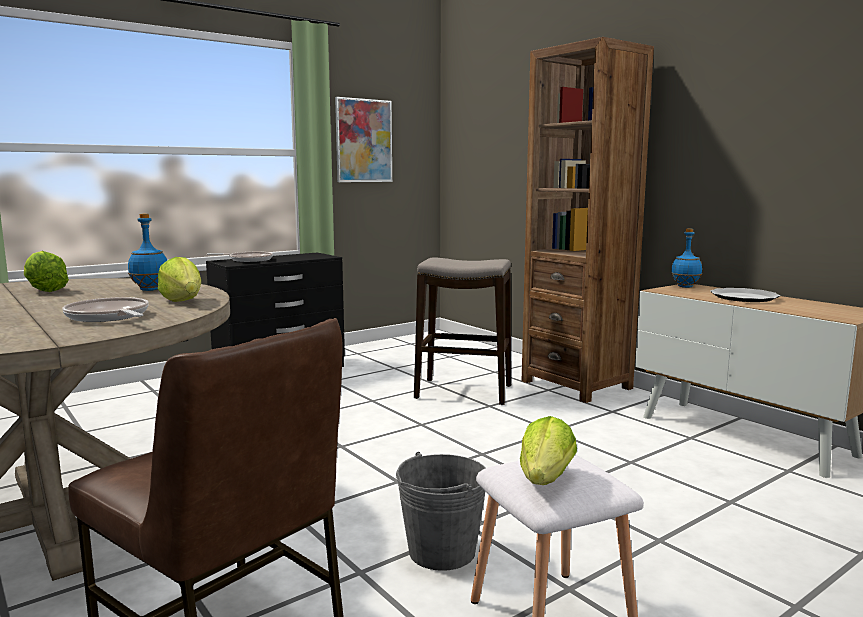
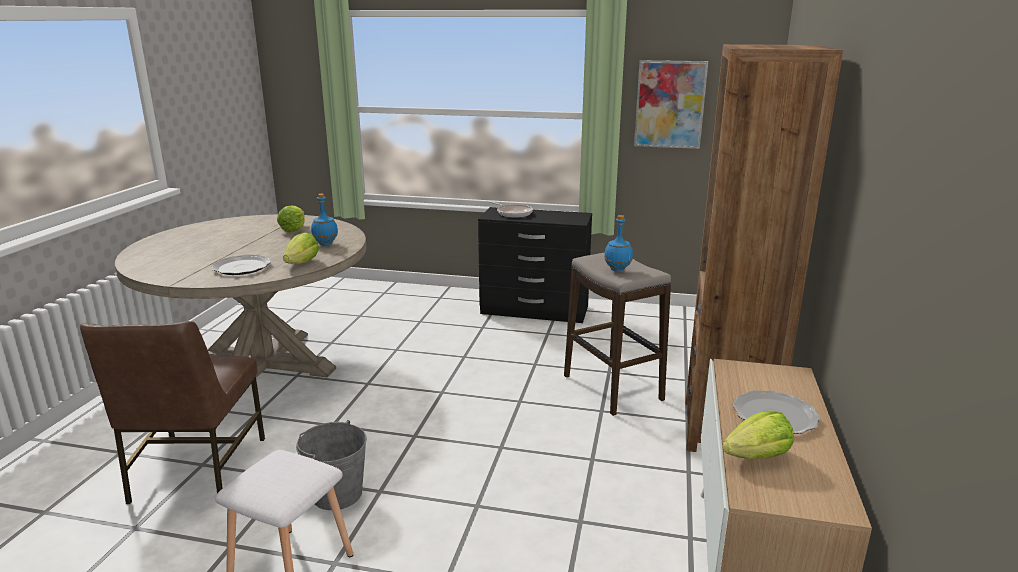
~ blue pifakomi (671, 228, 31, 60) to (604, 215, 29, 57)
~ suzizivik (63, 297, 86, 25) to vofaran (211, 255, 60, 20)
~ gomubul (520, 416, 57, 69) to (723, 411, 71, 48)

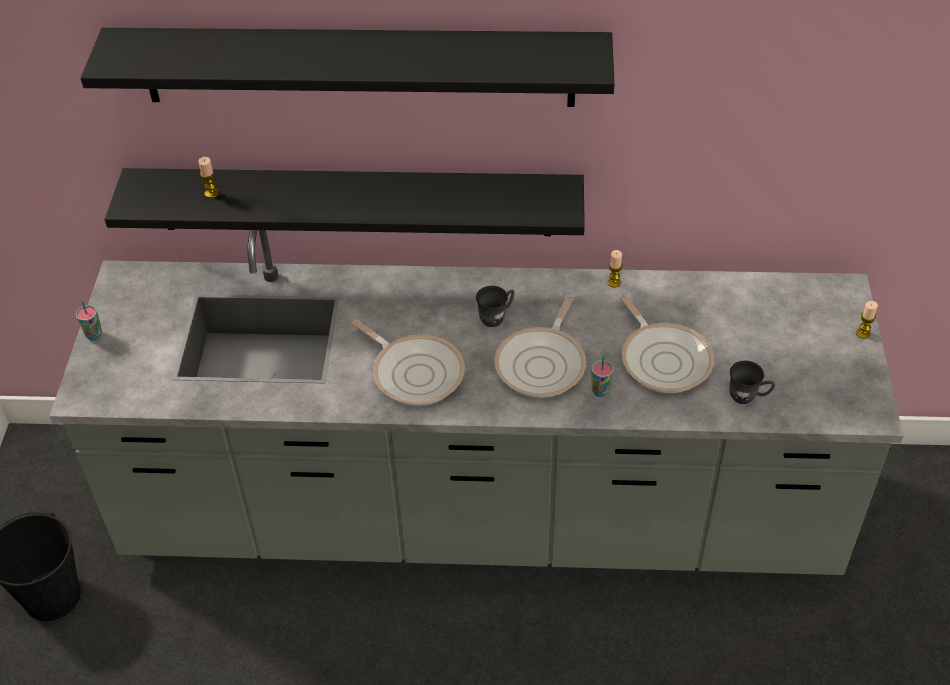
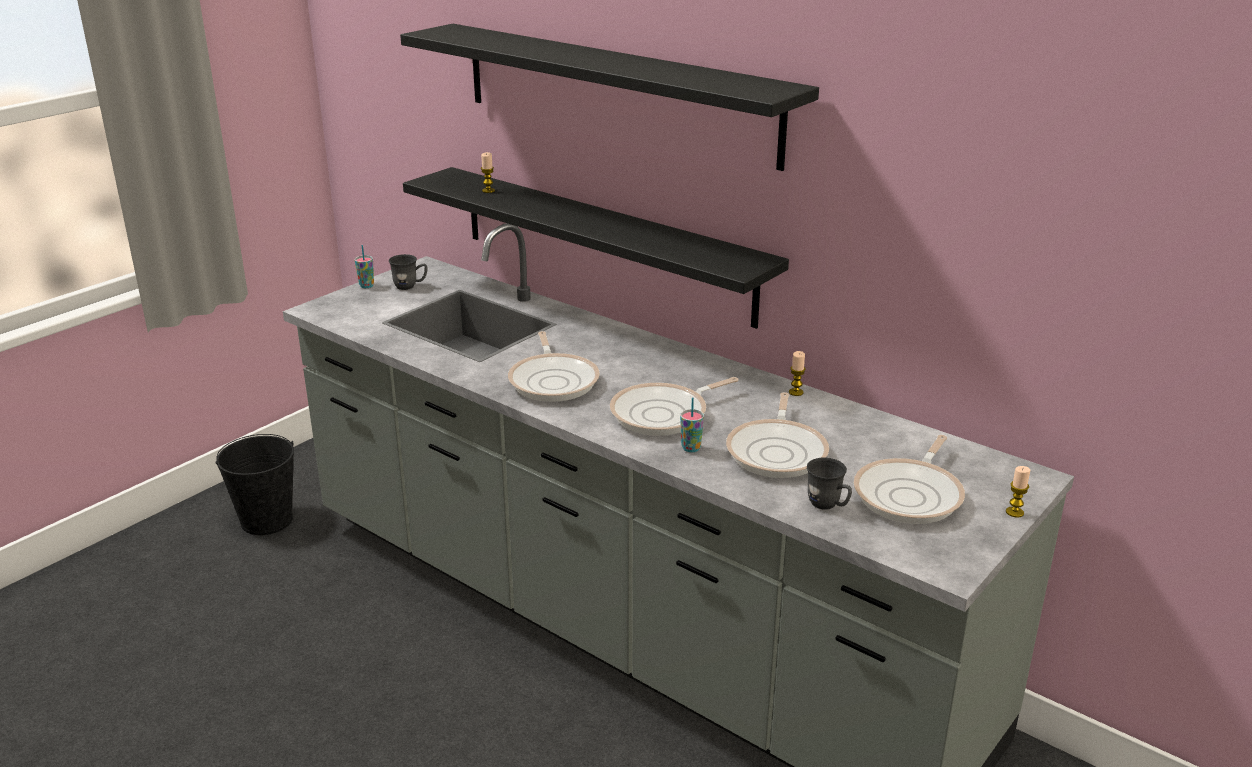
~ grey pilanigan (476, 286, 38, 41) to (389, 254, 38, 36)
+ suzizivik (854, 435, 111, 89)

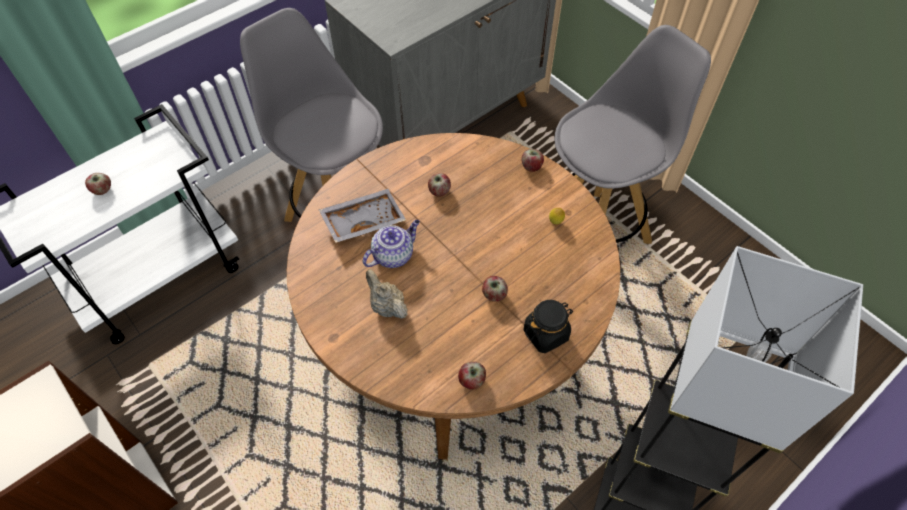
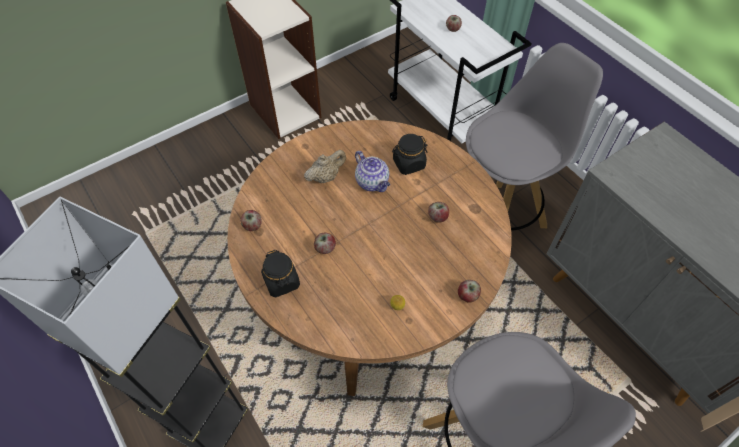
~ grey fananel (319, 189, 87, 54) to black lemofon (392, 134, 36, 41)

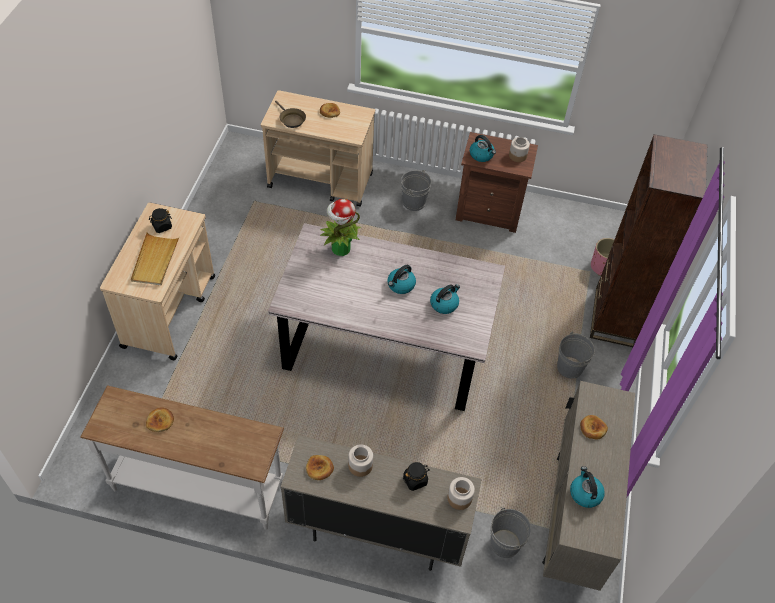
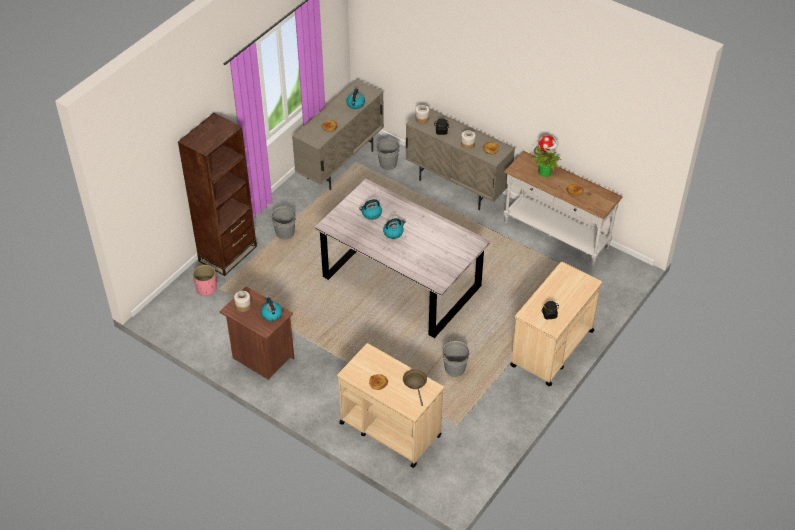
~ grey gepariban (401, 170, 30, 41) to (442, 341, 28, 36)
~ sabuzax (320, 199, 41, 57) to (532, 135, 30, 42)
- beige fananel (131, 233, 49, 52)

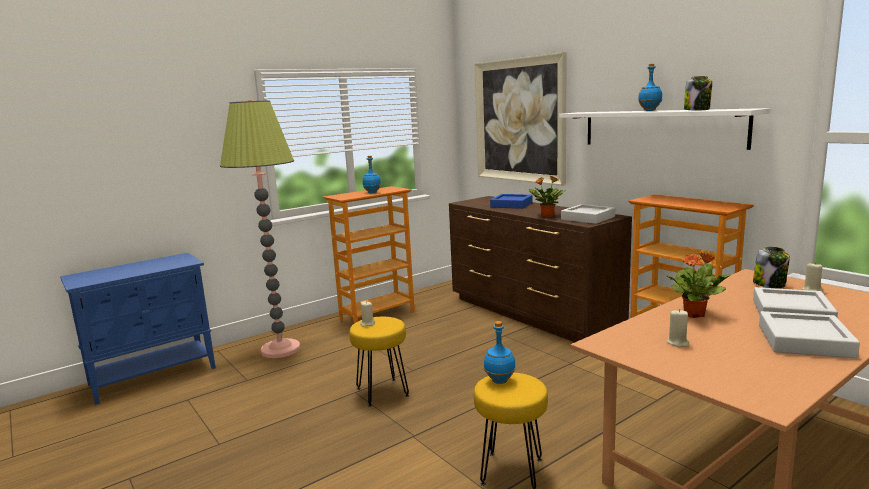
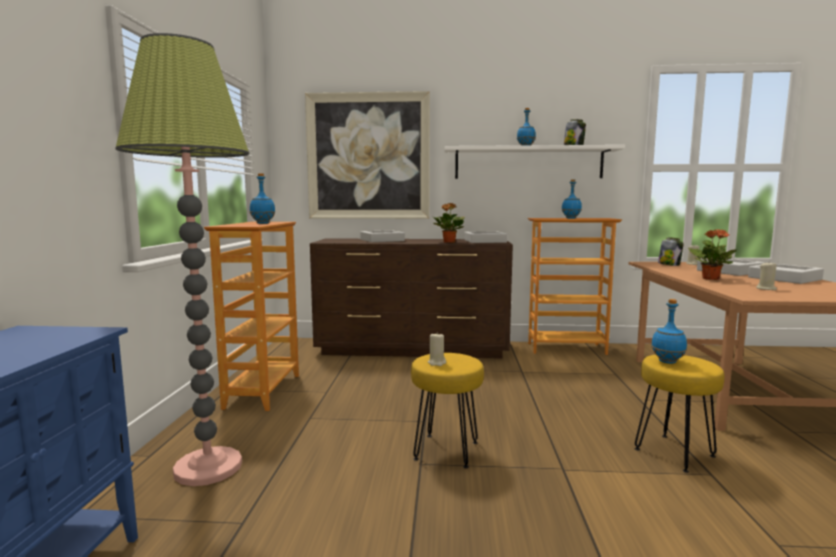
~ blue fananel (490, 194, 43, 15) to grey fananel (361, 230, 44, 12)
+ blue pifakomi (562, 179, 20, 40)

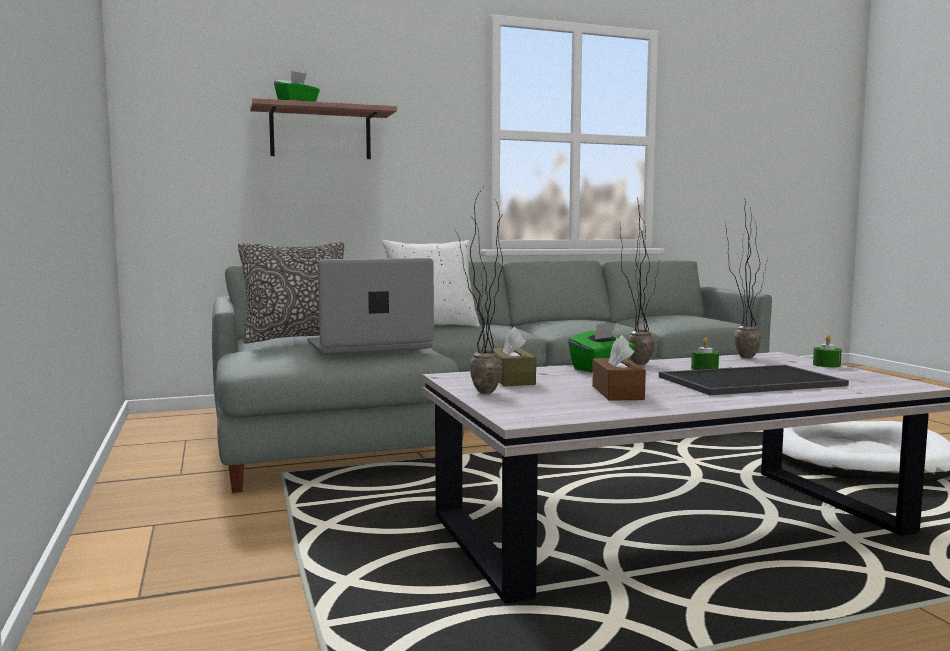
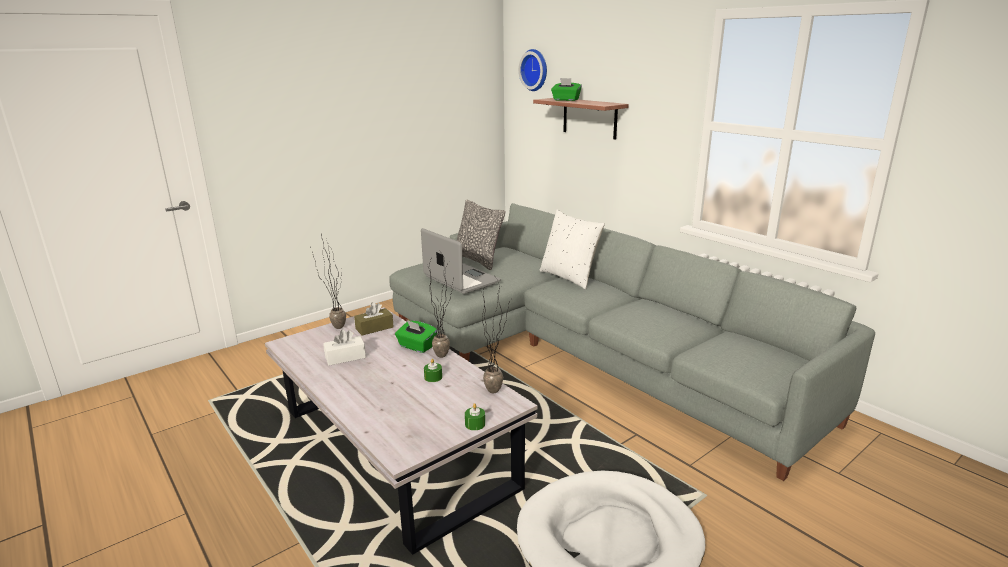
~ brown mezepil (592, 335, 54, 66) to white mezepil (323, 330, 43, 36)
- fananel (659, 365, 190, 30)
+ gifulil (519, 49, 28, 42)

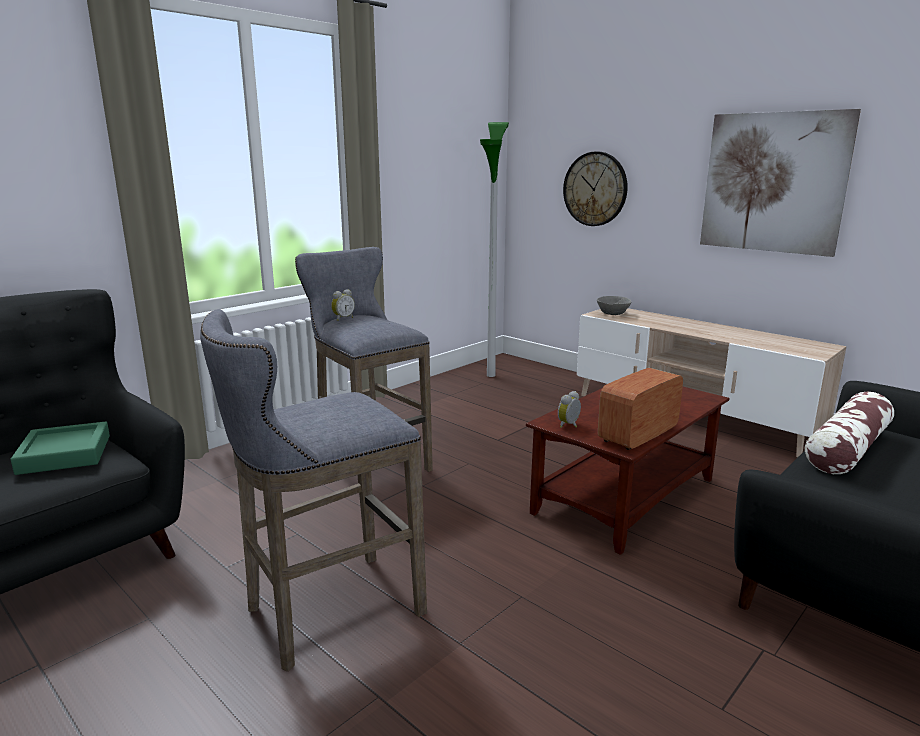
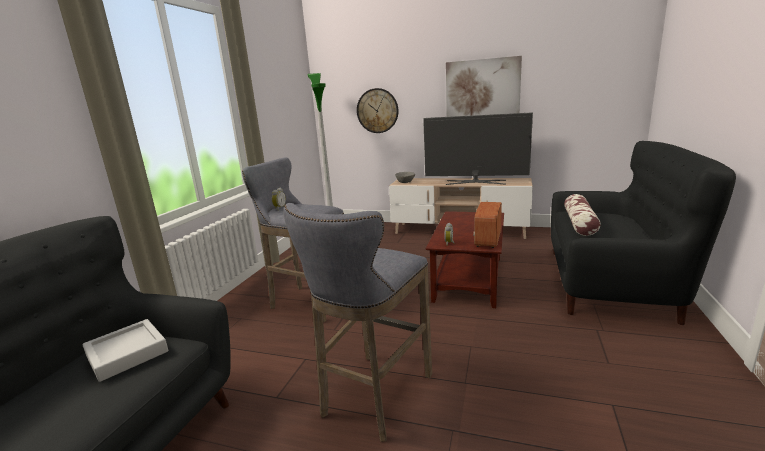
~ green fananel (11, 421, 99, 54) to grey fananel (82, 319, 86, 63)
+ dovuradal (423, 112, 110, 73)

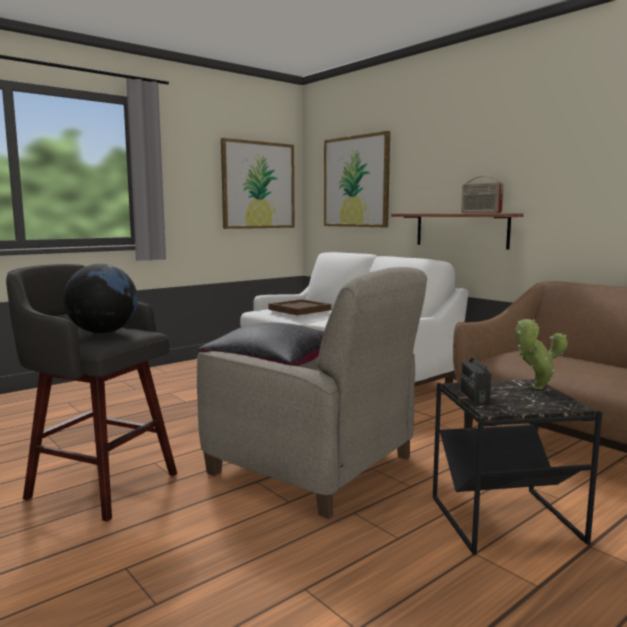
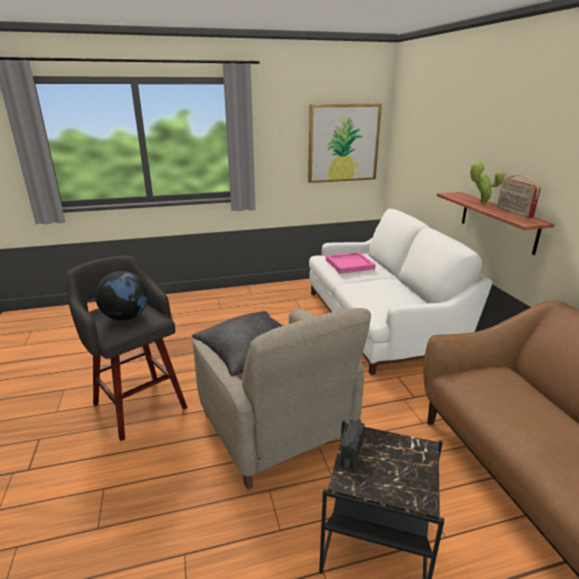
- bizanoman (324, 131, 66, 96)
~ brown fananel (268, 299, 63, 16) to pink fananel (326, 252, 50, 22)
~ sabuzax (515, 319, 53, 70) to (469, 162, 36, 42)

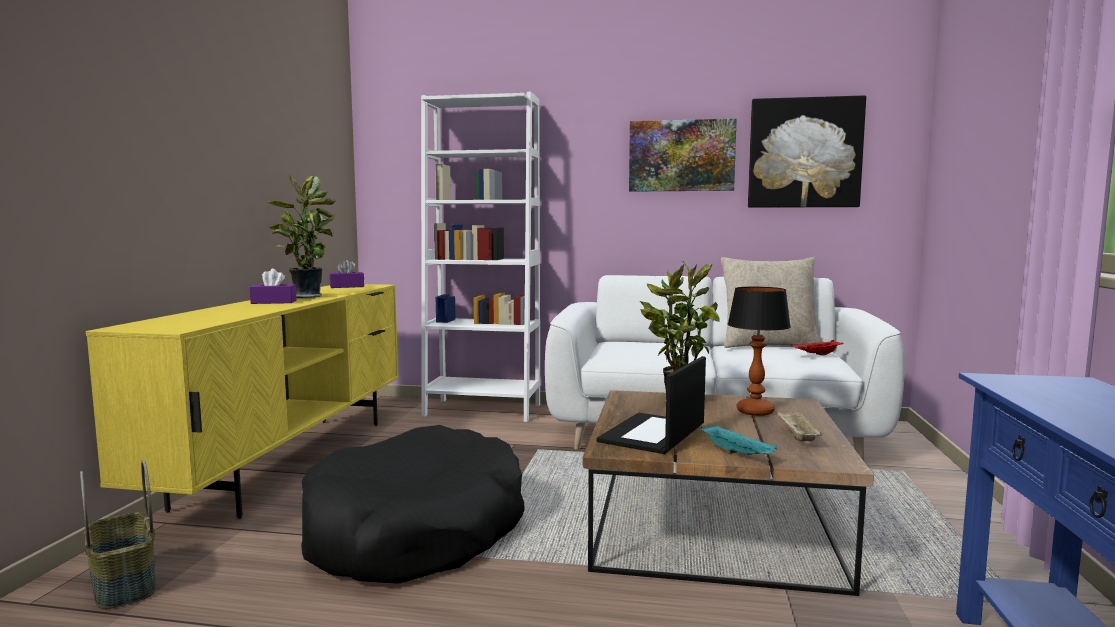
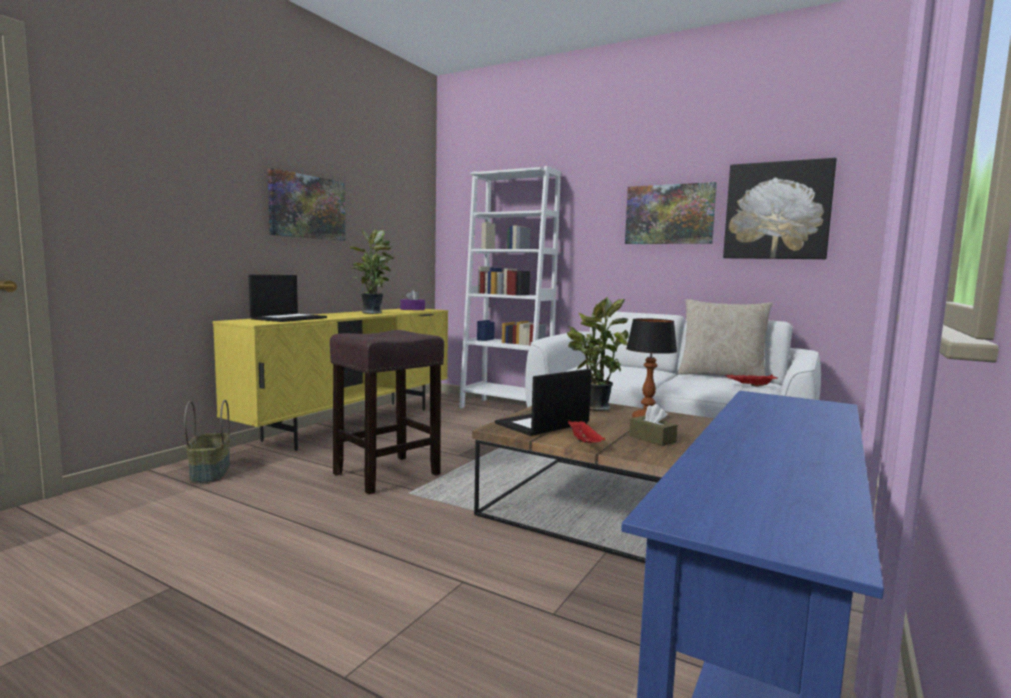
- purple mezepil (250, 269, 47, 35)
~ beige fananel (776, 411, 47, 30) to brown mezepil (629, 404, 48, 42)
~ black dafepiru (301, 425, 224, 159) to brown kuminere (330, 330, 114, 164)
~ turquoise fananel (700, 425, 78, 30) to red fananel (568, 420, 37, 23)
+ bizanoman (268, 168, 77, 73)
+ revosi (249, 275, 78, 47)

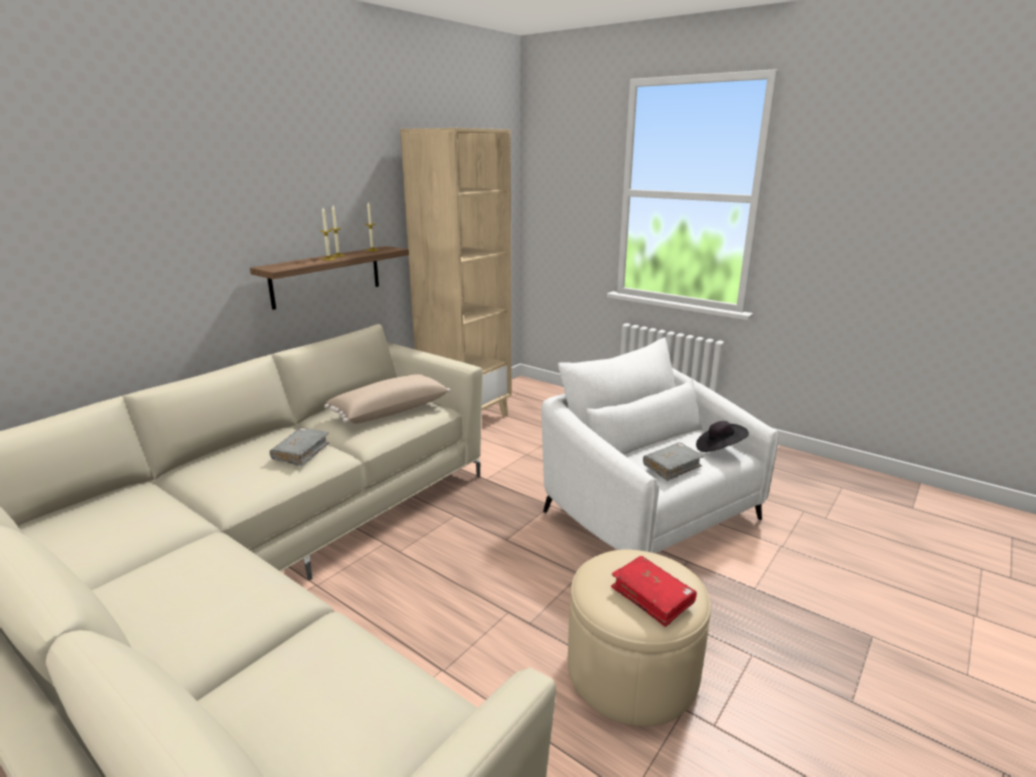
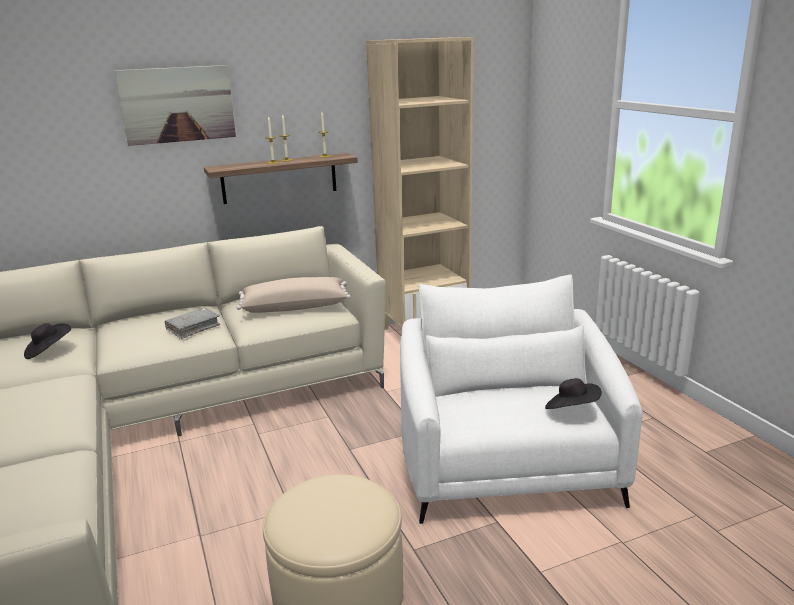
- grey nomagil (643, 443, 61, 38)
- red nomagil (611, 556, 86, 71)
+ bizanoman (115, 65, 121, 81)
+ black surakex (24, 323, 47, 36)

